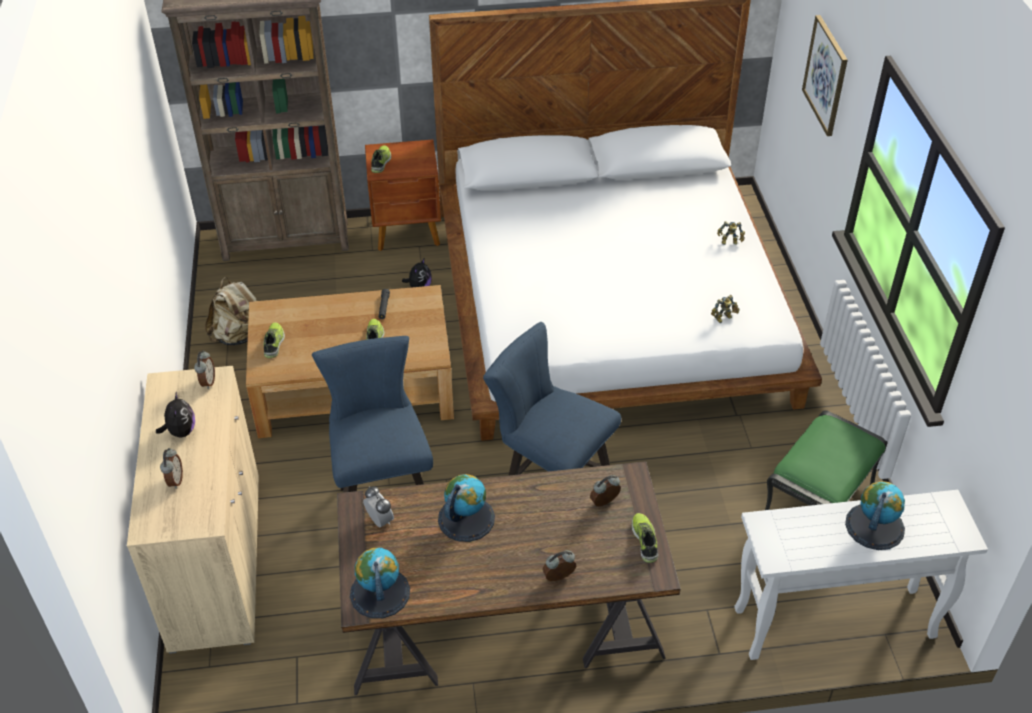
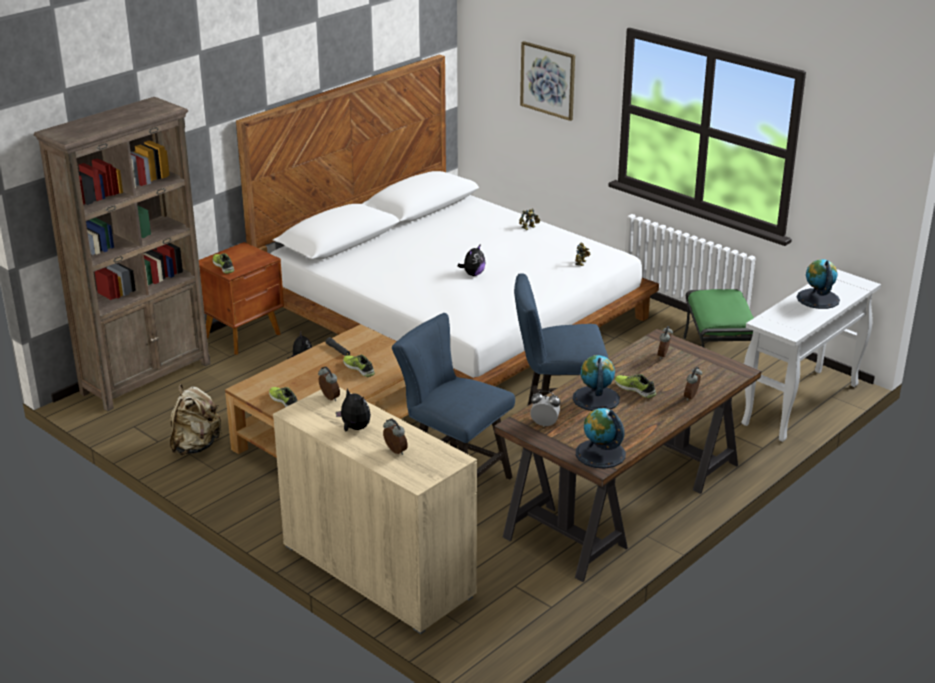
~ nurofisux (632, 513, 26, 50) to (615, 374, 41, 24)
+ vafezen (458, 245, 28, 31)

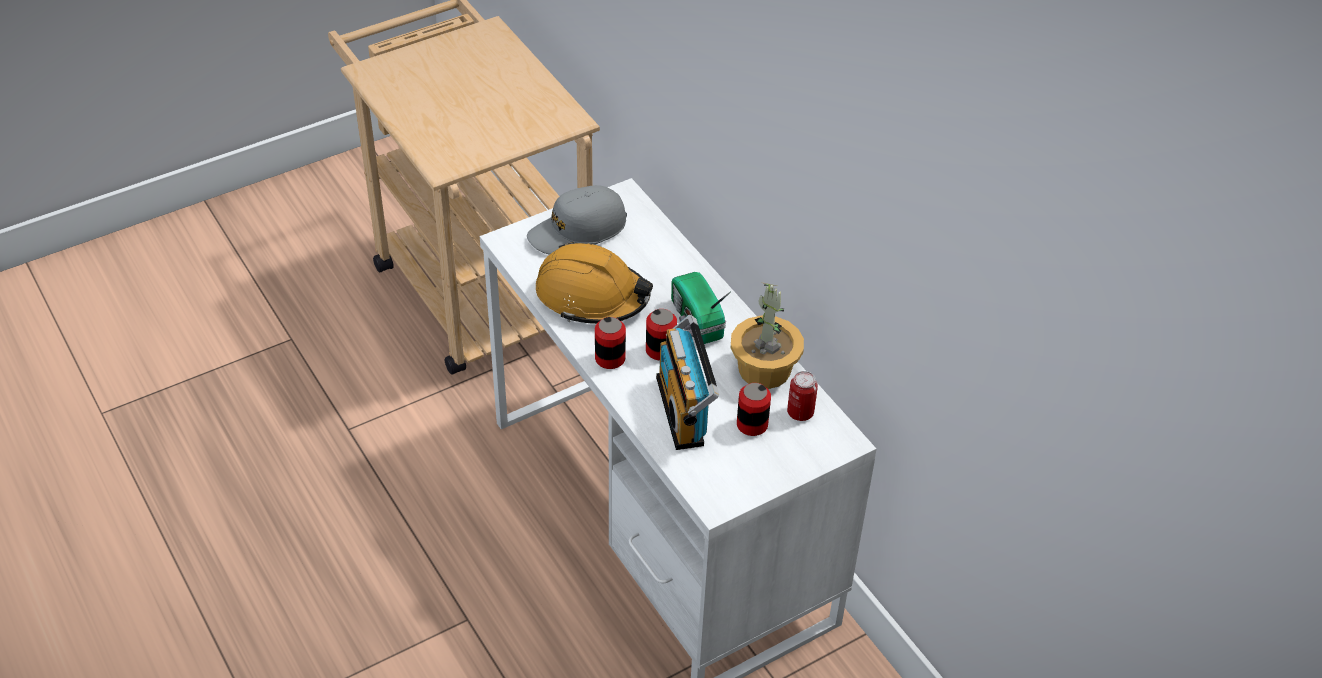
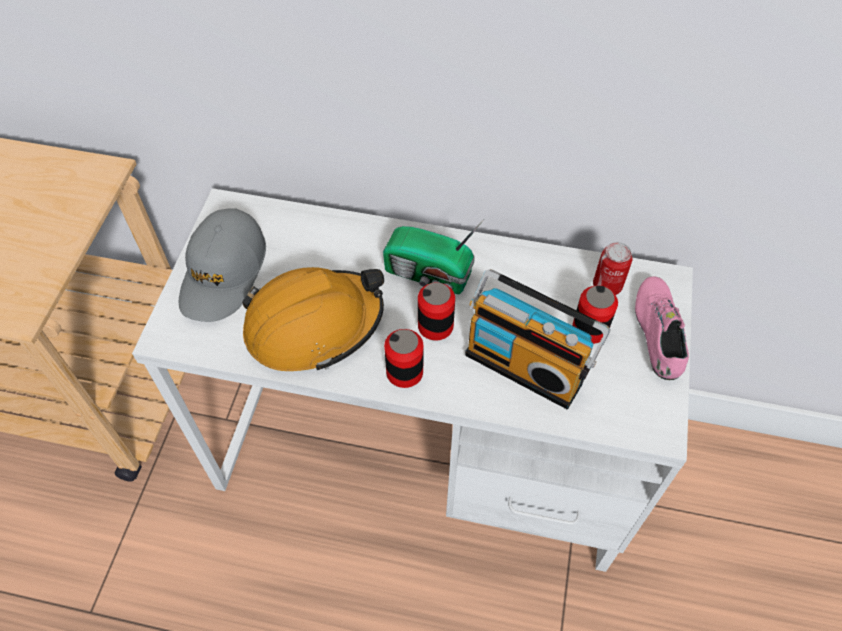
- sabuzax (731, 283, 73, 106)
+ pink nurofisux (635, 276, 54, 104)

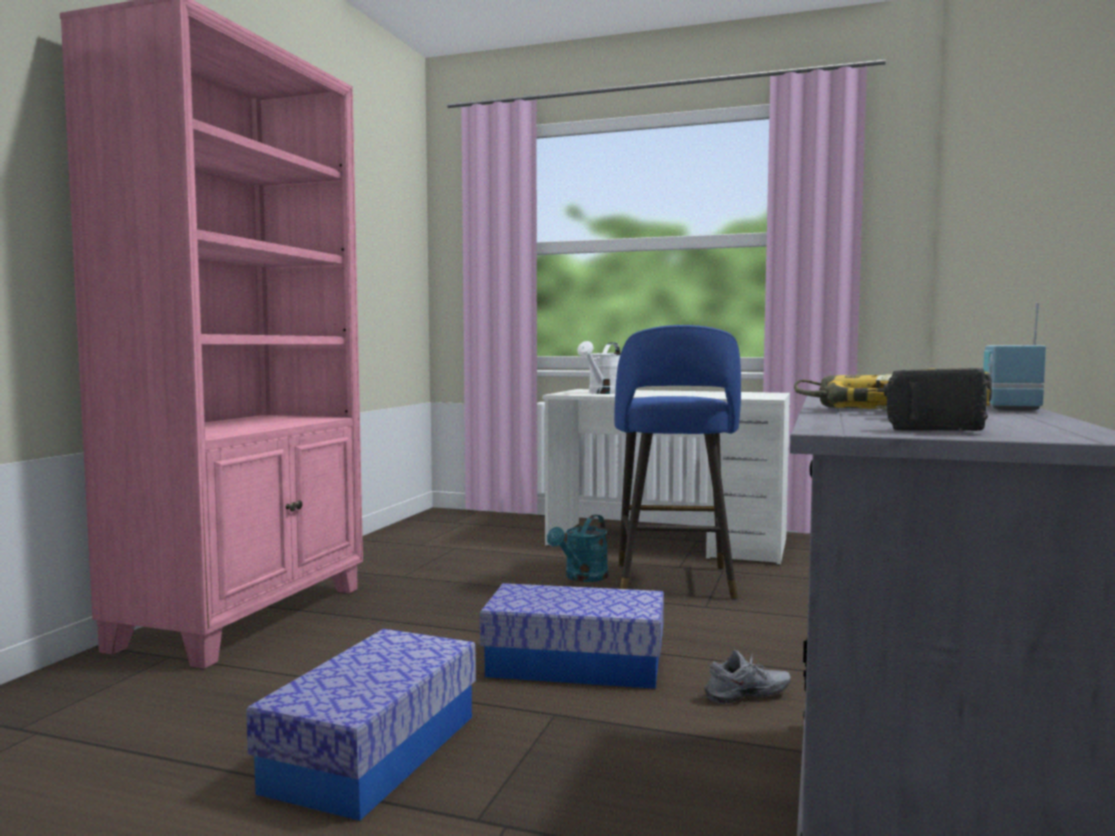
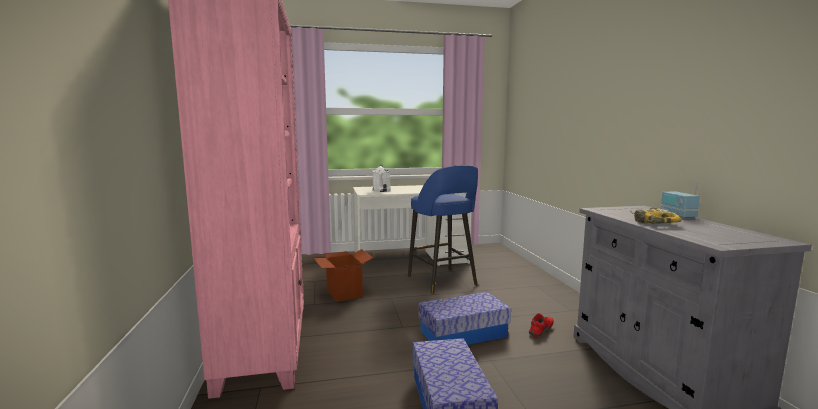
- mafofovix (859, 368, 133, 63)
- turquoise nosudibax (547, 514, 62, 68)
~ grey nurofisux (704, 650, 87, 54) to red nurofisux (529, 313, 25, 24)
+ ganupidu (313, 249, 60, 53)

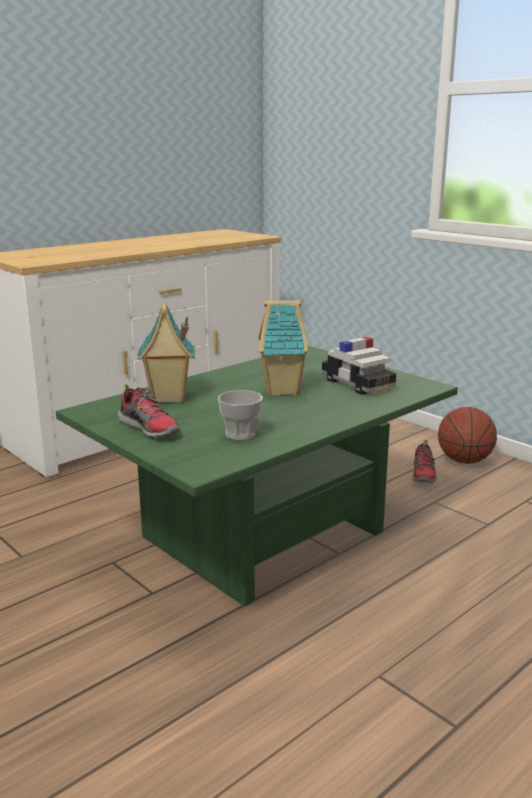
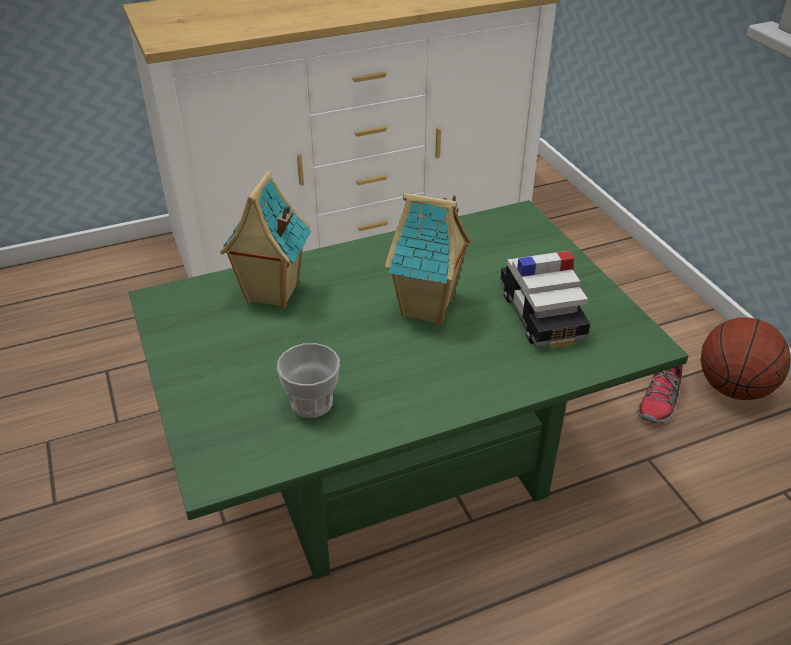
- nurofisux (118, 384, 62, 54)

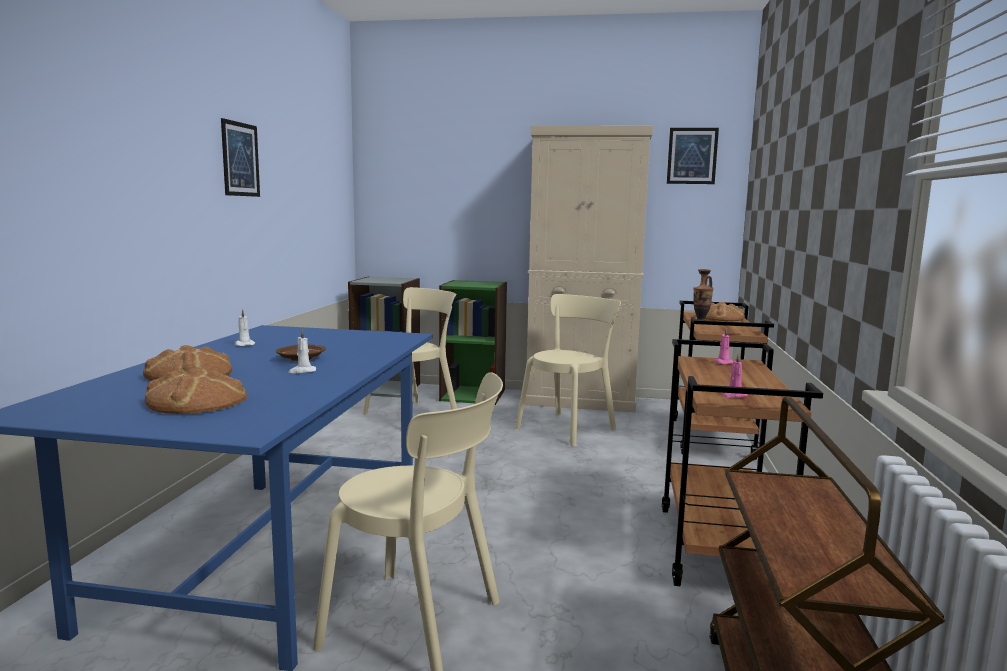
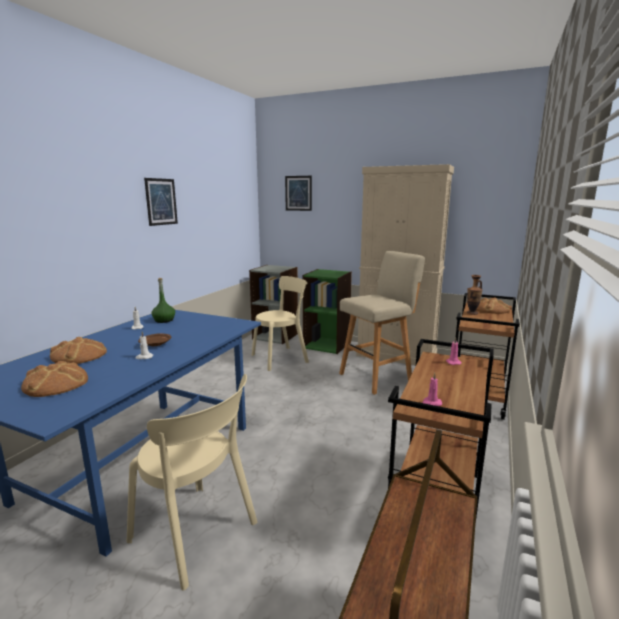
~ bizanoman (667, 128, 52, 56) to (285, 176, 27, 35)
~ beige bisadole (515, 294, 106, 152) to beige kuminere (339, 251, 86, 144)
+ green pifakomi (151, 278, 24, 45)

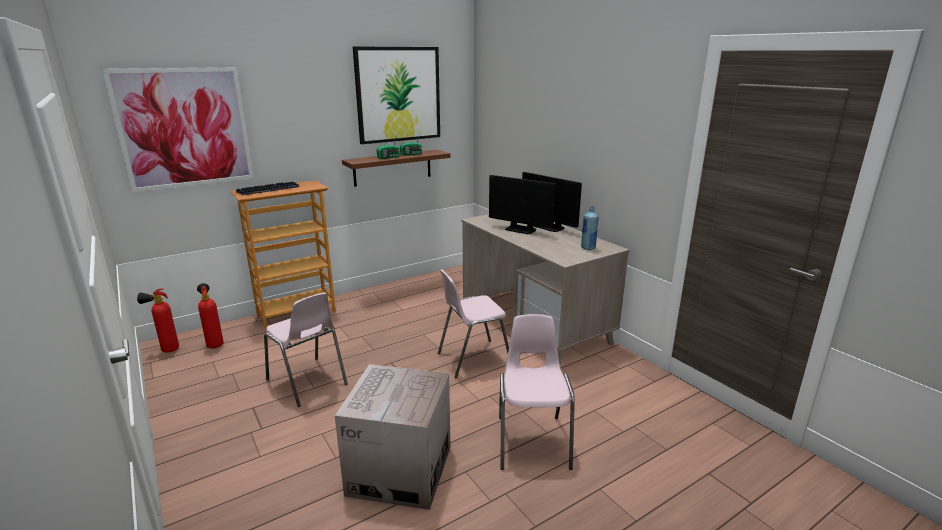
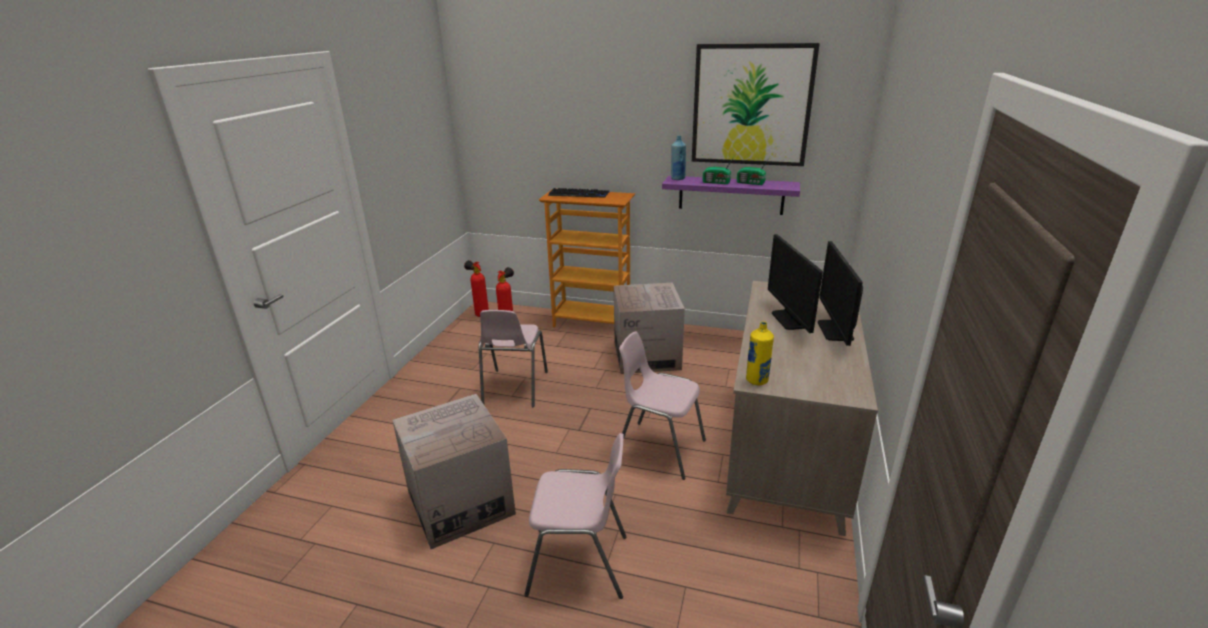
- bizanoman (102, 67, 152, 126)
~ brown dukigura (342, 150, 109, 37) to purple dukigura (662, 176, 138, 39)
~ blue pifakomi (581, 206, 18, 44) to (671, 136, 15, 44)
~ pink bisadole (499, 314, 76, 156) = (524, 433, 102, 166) 45 degrees clockwise
+ ganupidu (614, 283, 71, 91)
+ yellow pifakomi (746, 321, 28, 64)

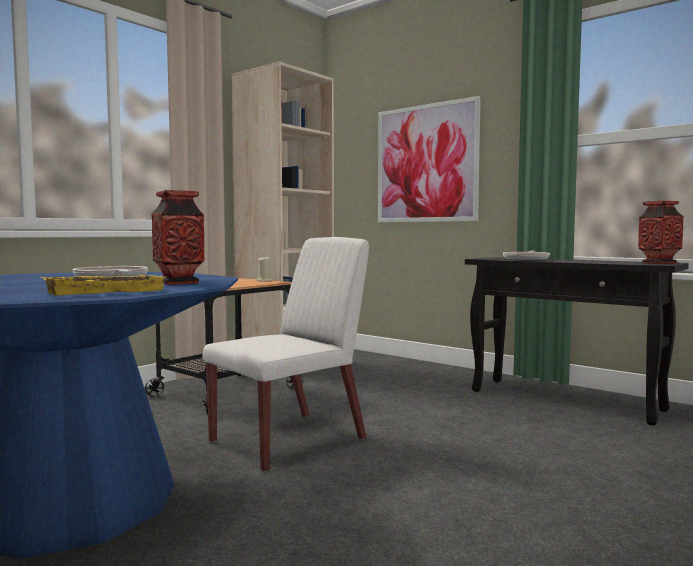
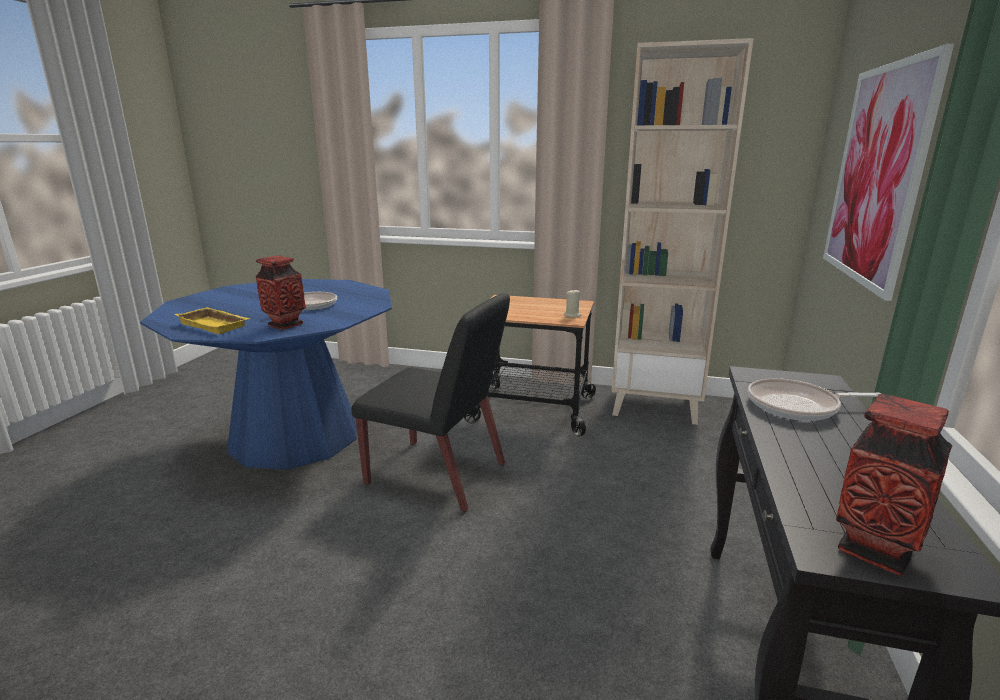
~ white bisadole (202, 237, 167, 235) to black bisadole (351, 293, 159, 219)

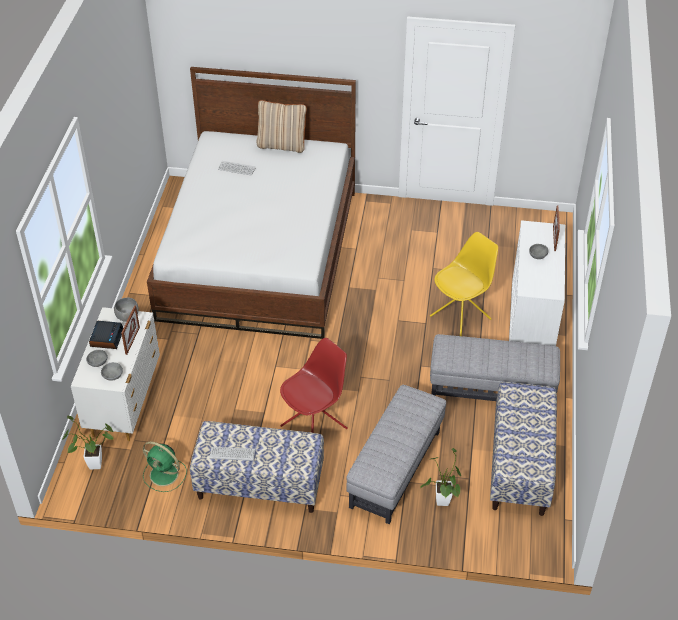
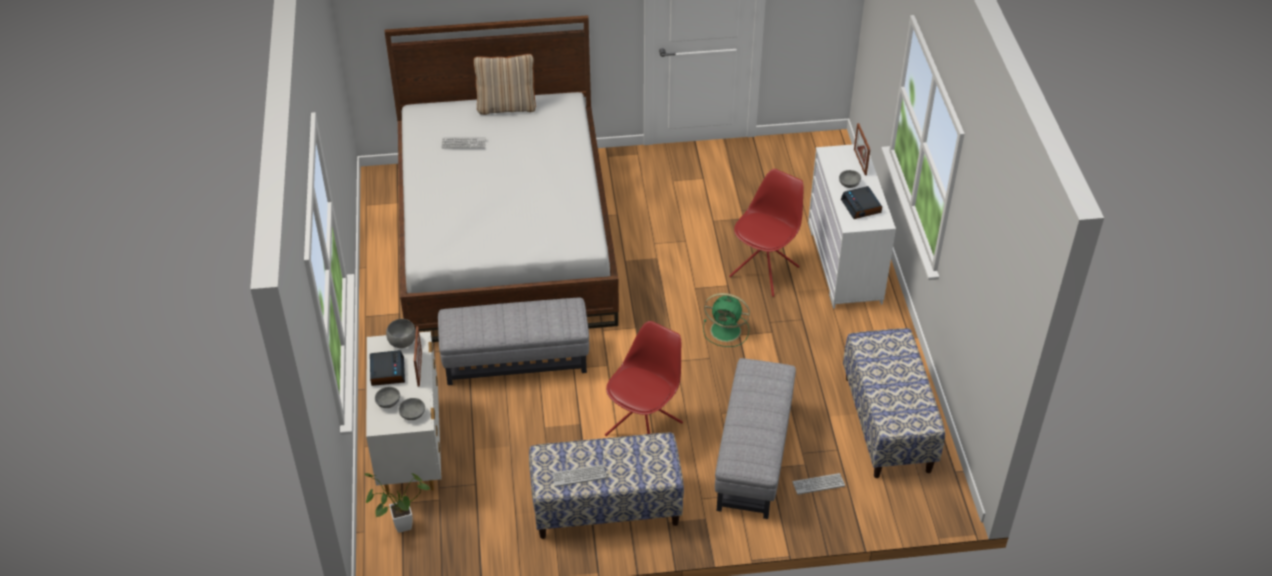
~ yellow bisadole (430, 232, 68, 104) to red bisadole (729, 169, 75, 128)
~ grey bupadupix (430, 334, 130, 67) to (438, 298, 151, 87)
~ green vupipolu (143, 442, 44, 50) to (703, 293, 47, 54)
~ sabuzax (420, 448, 41, 58) to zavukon (792, 473, 53, 22)
+ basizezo (841, 186, 41, 33)

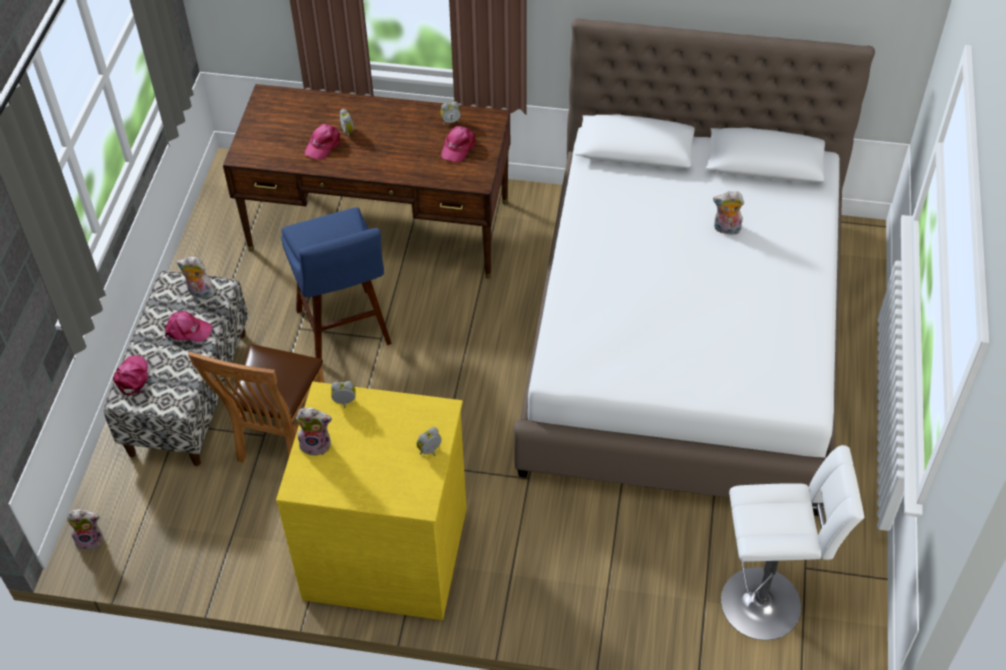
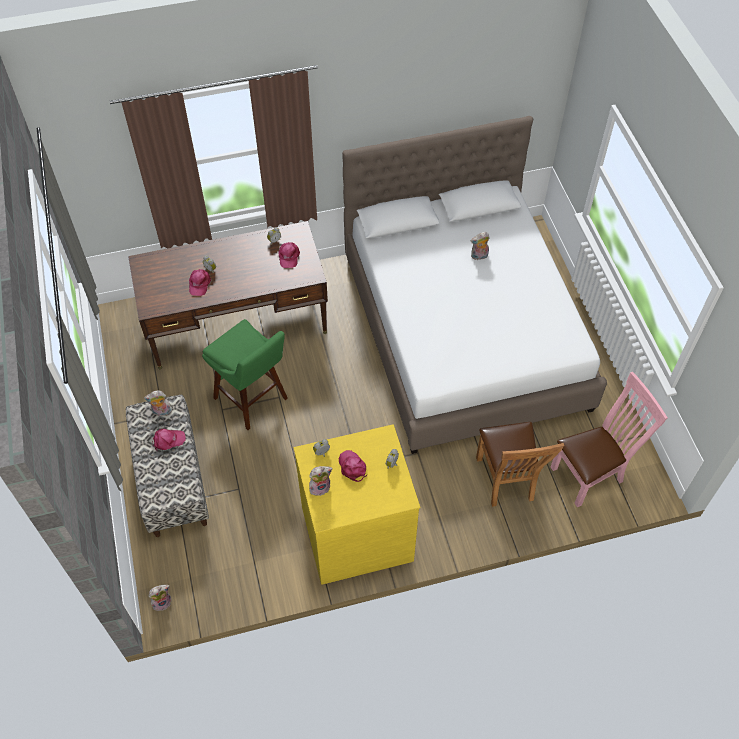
~ blue kuminere (281, 207, 111, 152) to green kuminere (202, 319, 86, 111)
~ brown bisadole (188, 344, 137, 119) to (476, 422, 88, 85)
~ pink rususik (113, 355, 35, 41) to (339, 450, 29, 32)
~ white kuminere (721, 445, 143, 195) to pink bisadole (551, 372, 117, 135)

